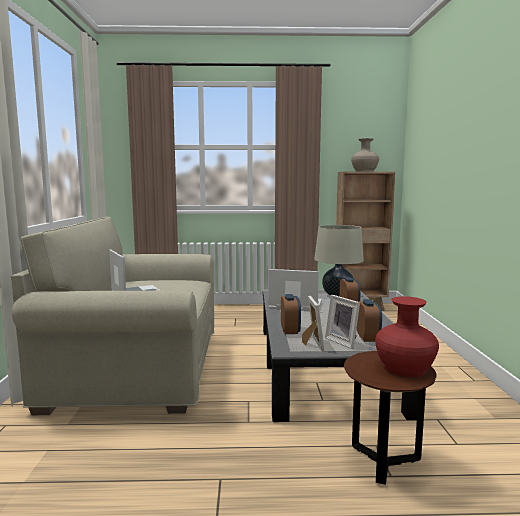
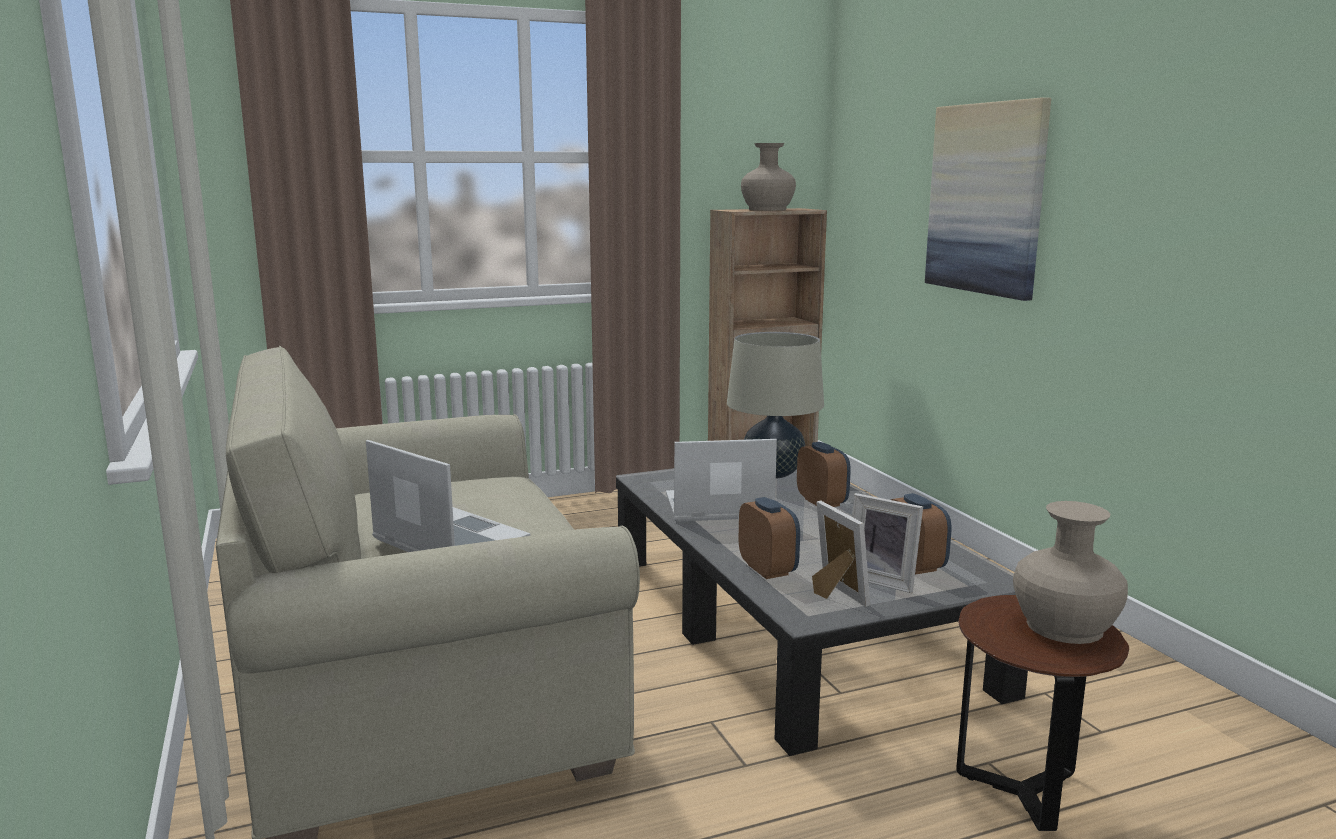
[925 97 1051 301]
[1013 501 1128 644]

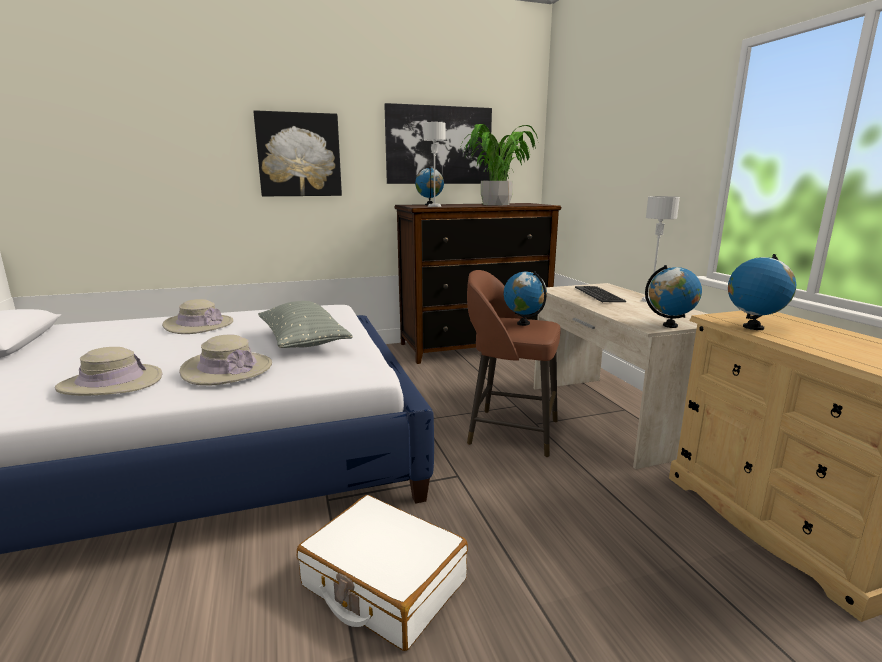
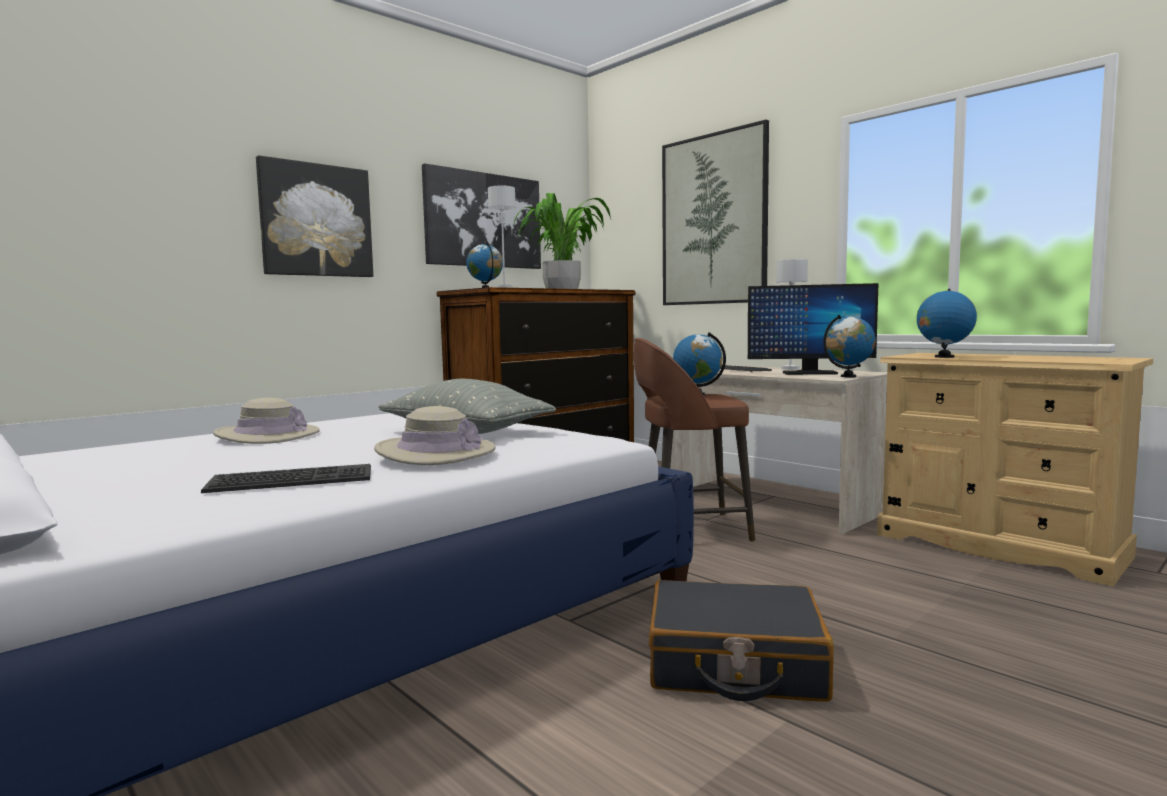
[662 120 769 305]
[748 283 879 375]
[201 464 371 493]
[649 580 834 702]

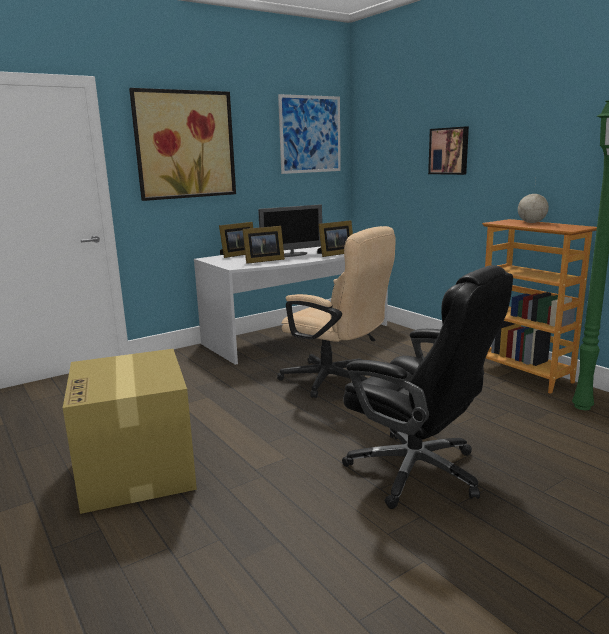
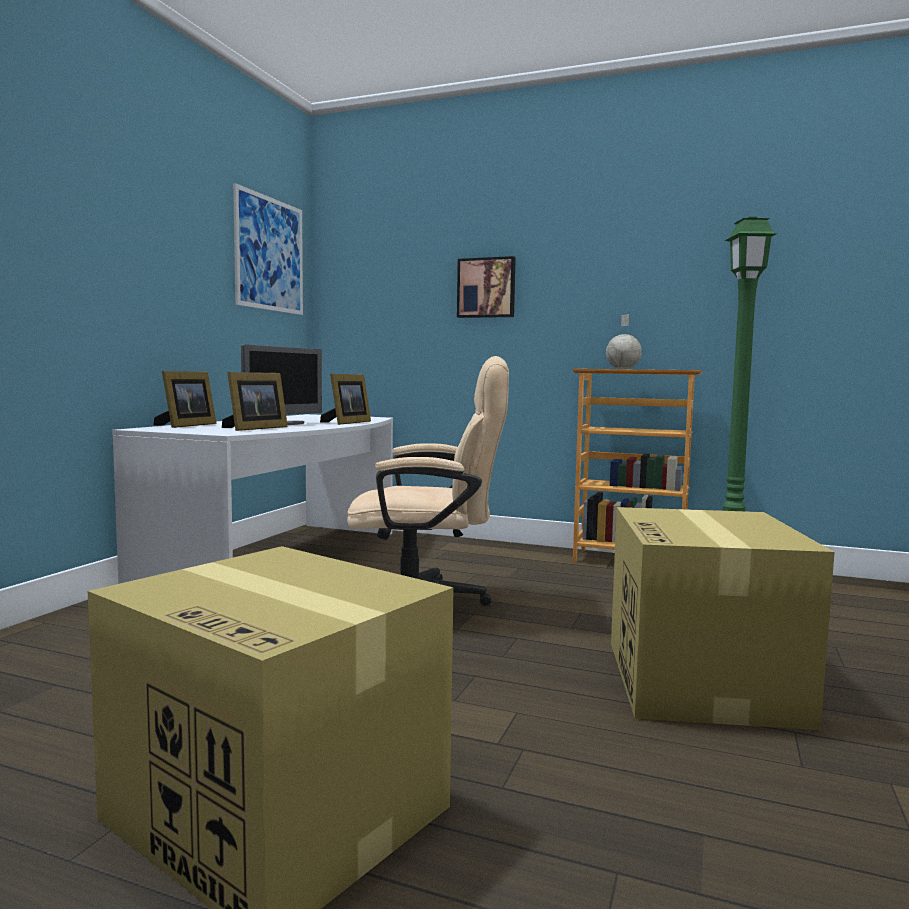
[129 88 236 201] (first image)
[611 507 835 730]

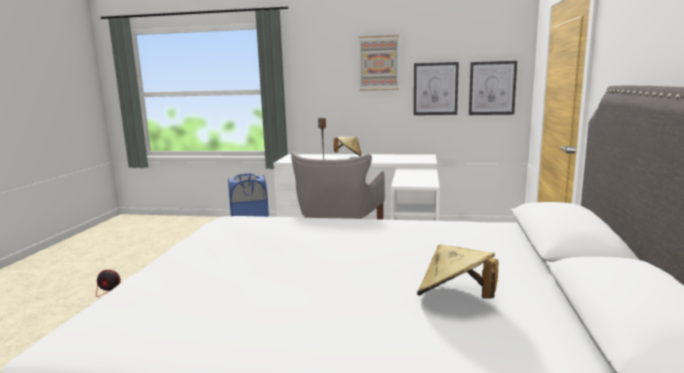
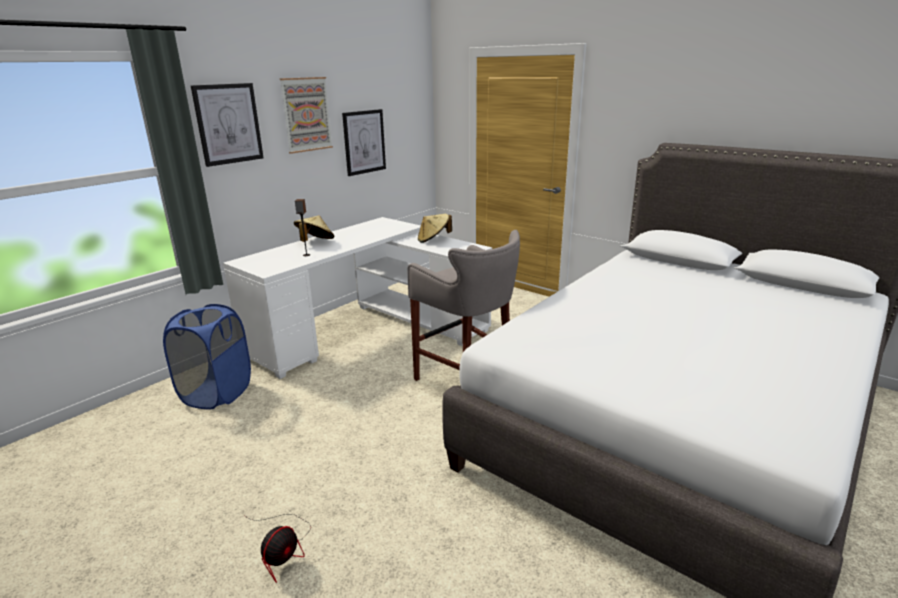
[418 214 452 243]
[191 83 264 167]

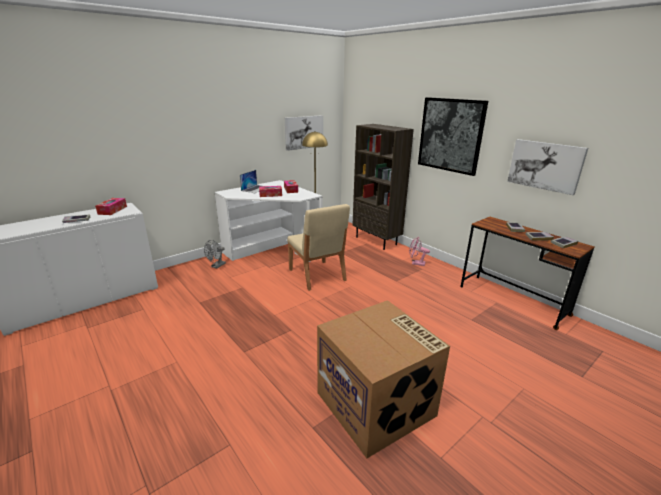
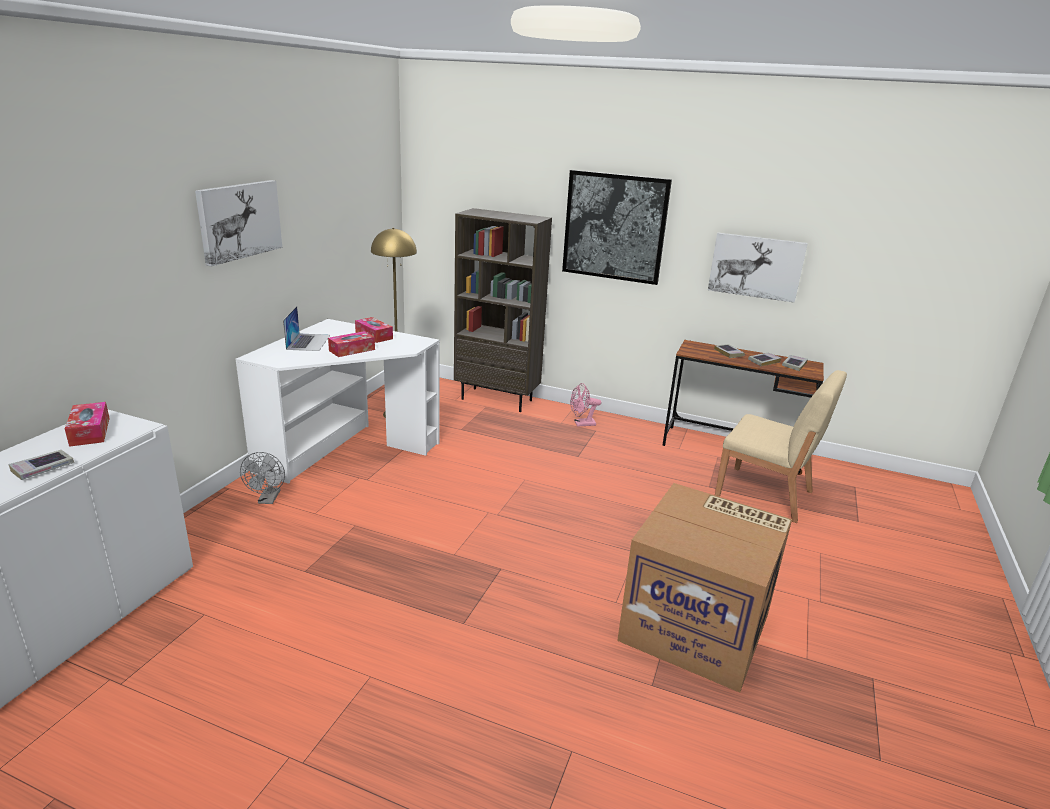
[195 180 282 266]
[715 370 847 523]

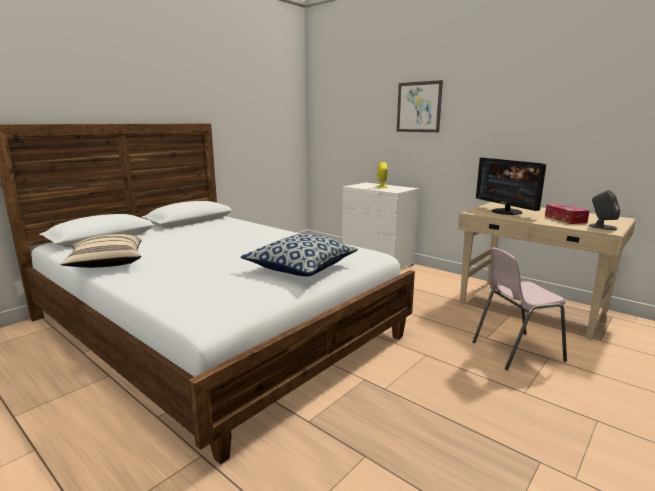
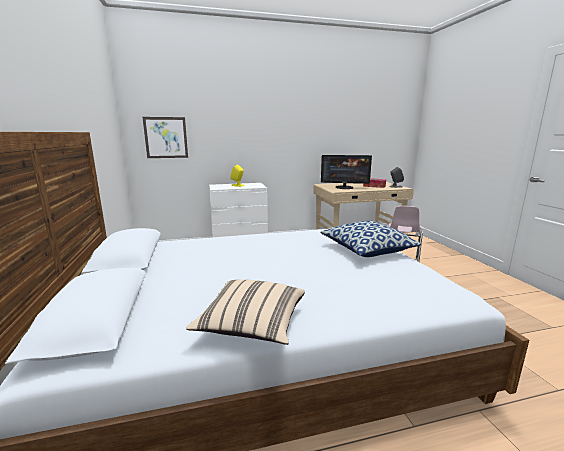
[143 117 188 158]

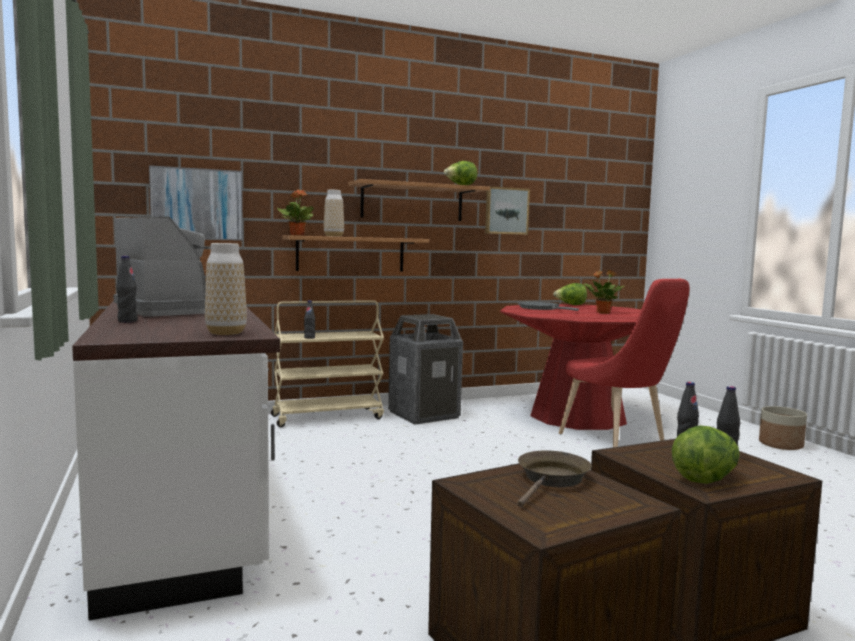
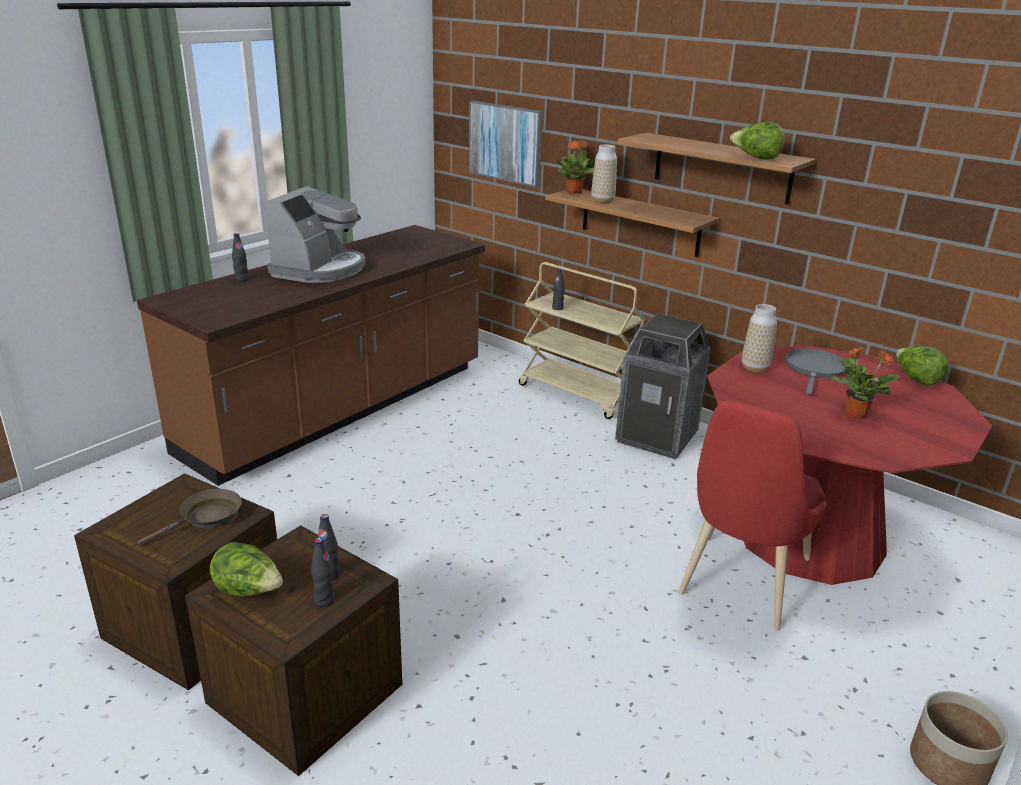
[485 187 530 235] (first image)
[742 304 777 373]
[137 225 485 486]
[137 489 242 545]

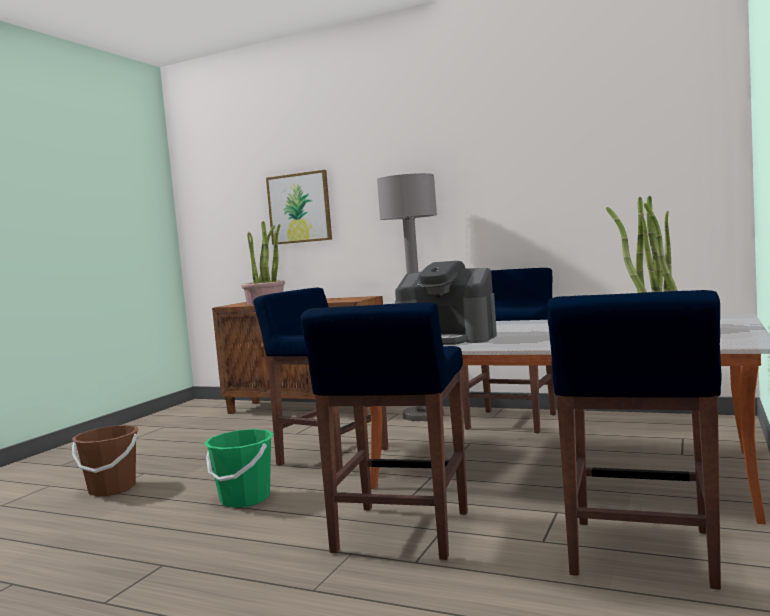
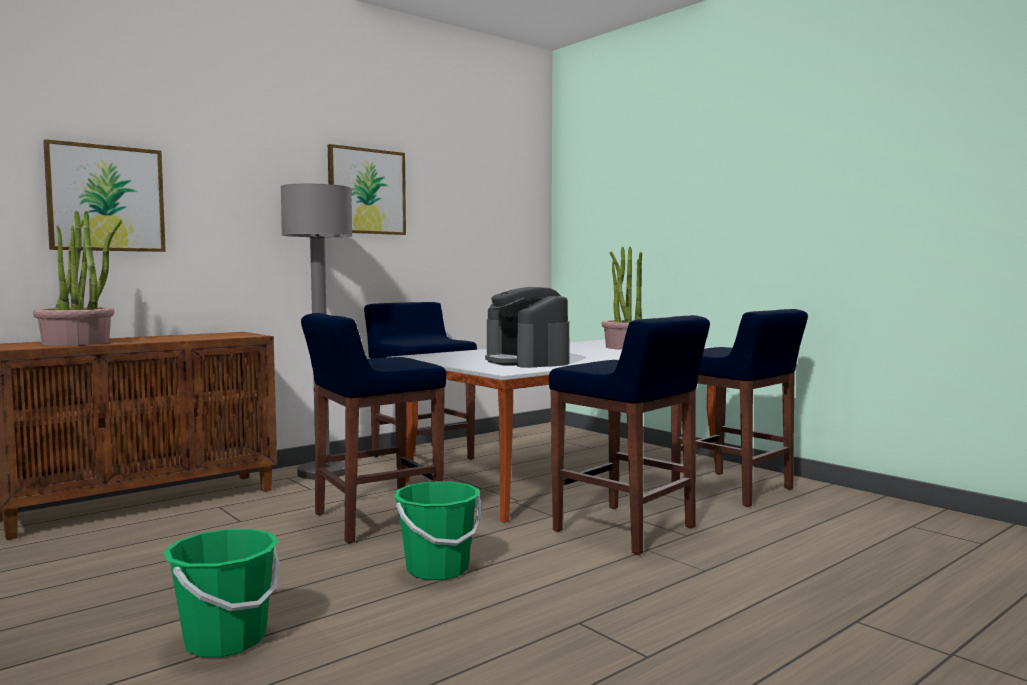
[328 144 406 235]
[164 529 279 657]
[485 287 570 368]

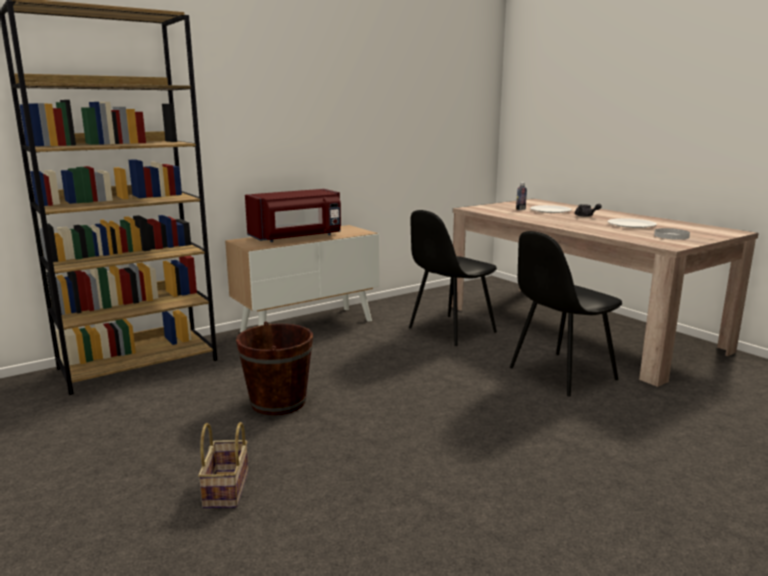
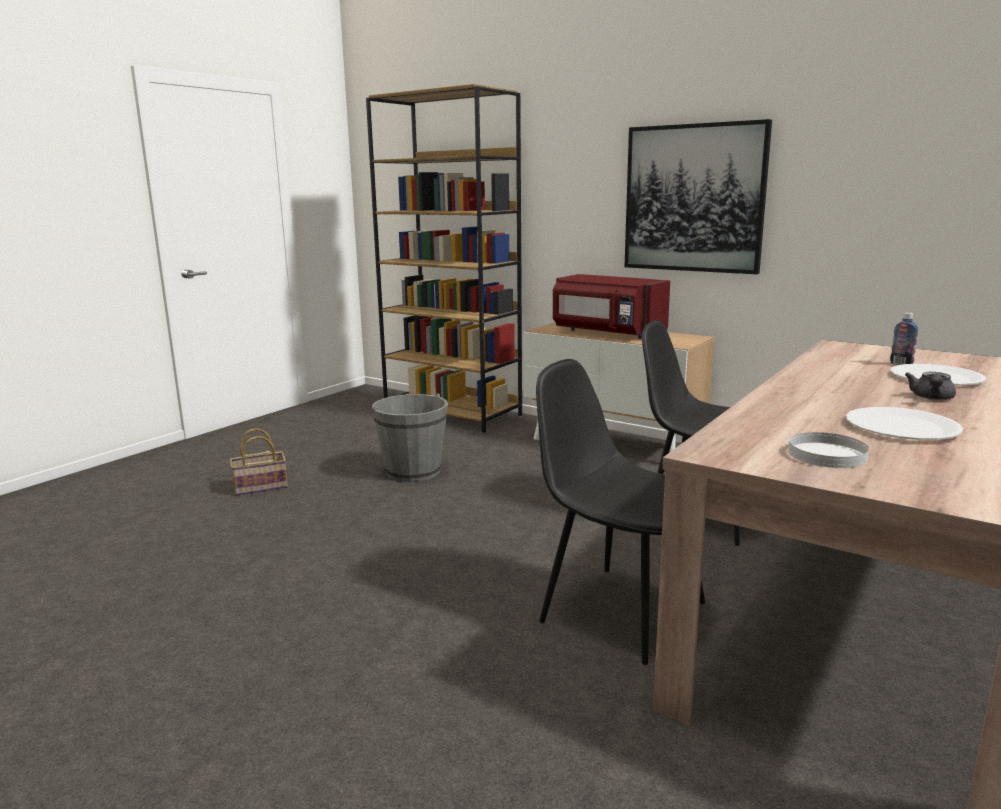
[624 119 772 274]
[372 393 448 482]

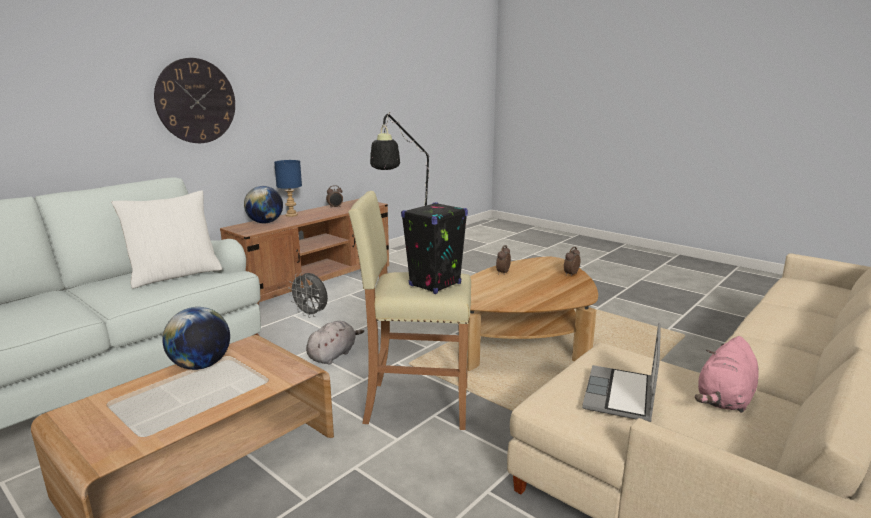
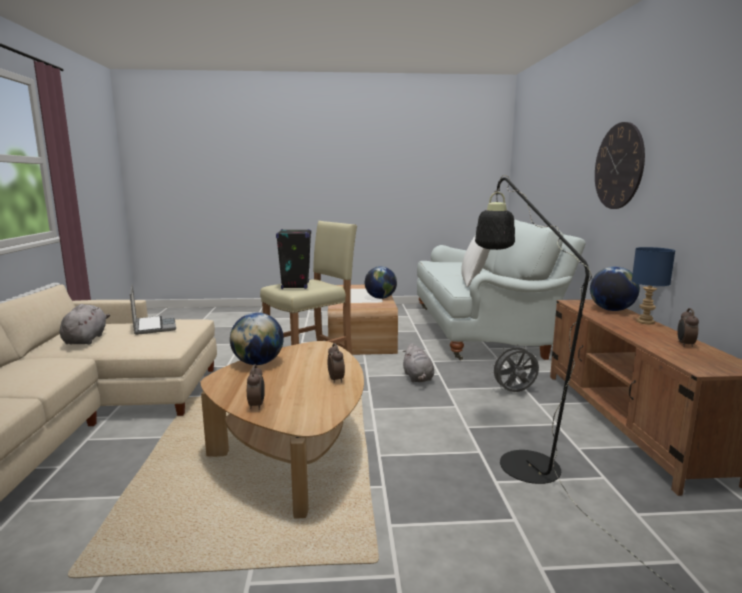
[230 312 284 365]
[60 304 110 344]

